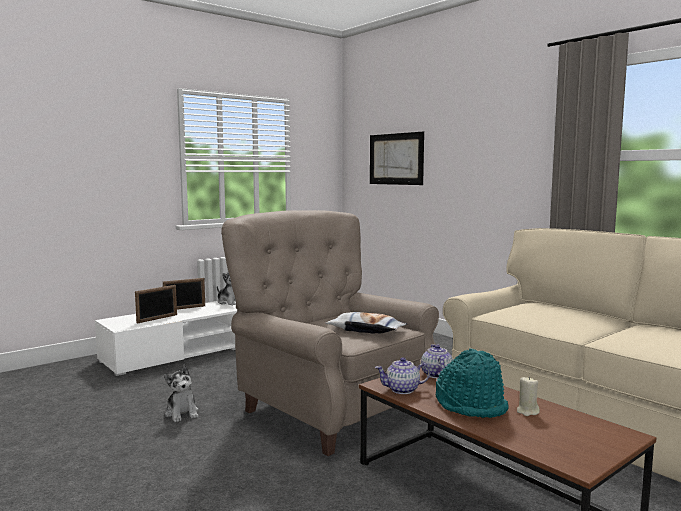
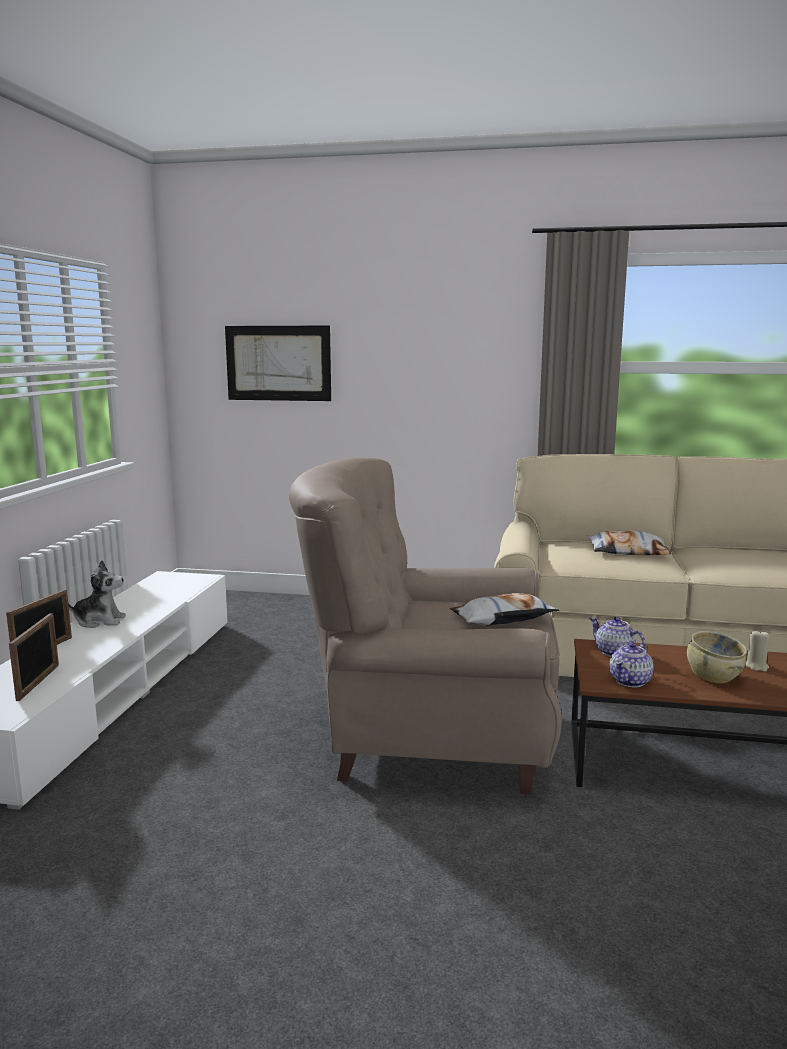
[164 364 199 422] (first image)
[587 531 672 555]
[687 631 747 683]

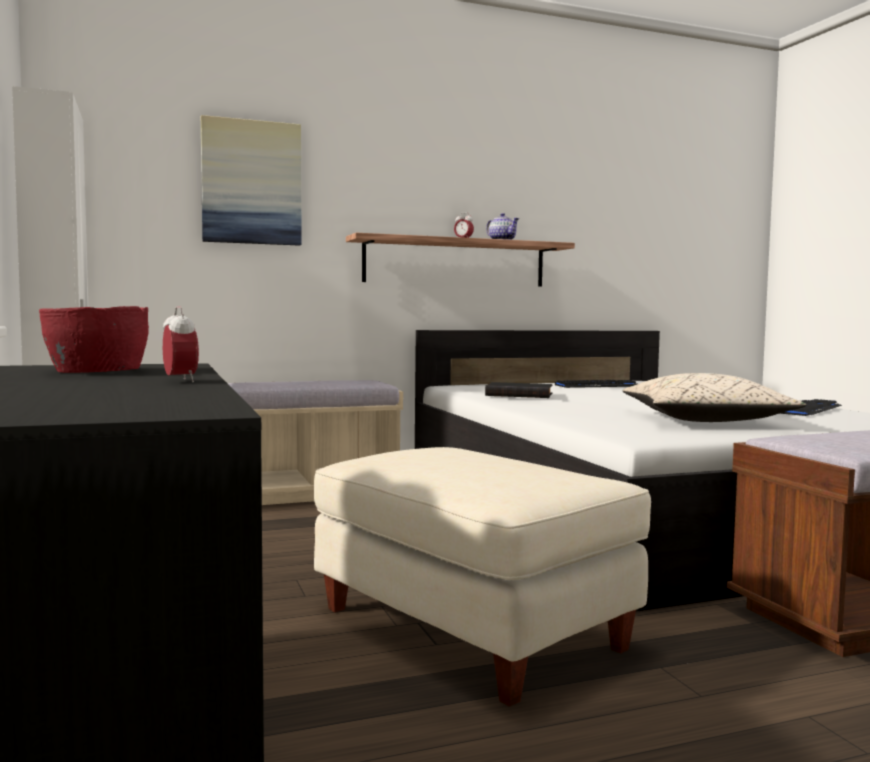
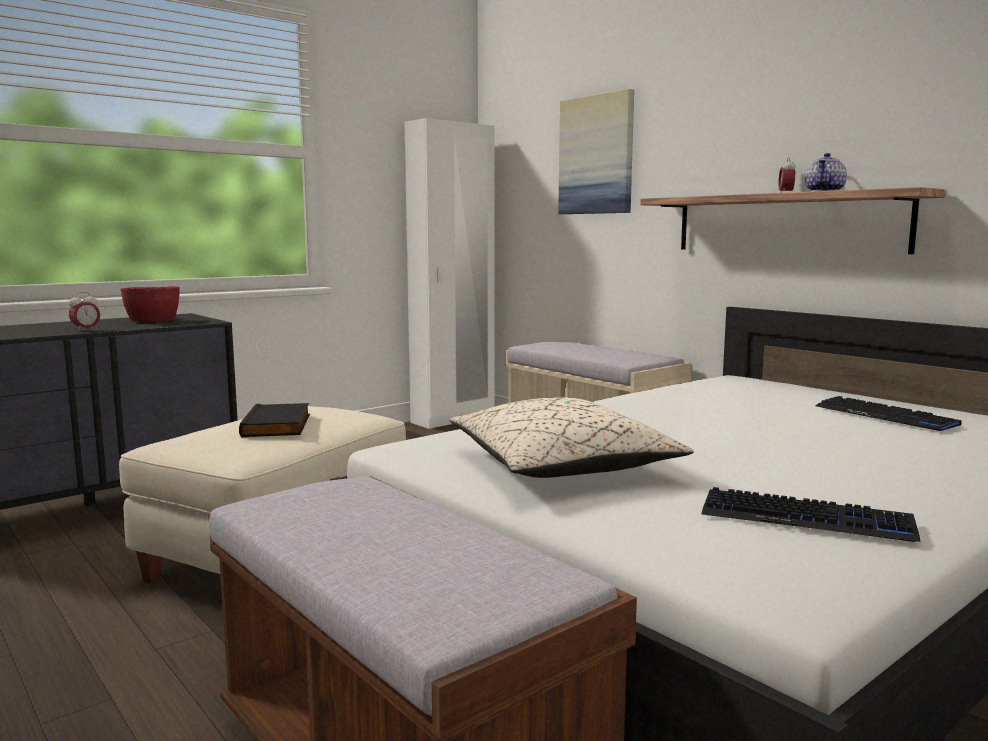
[239 403 310 437]

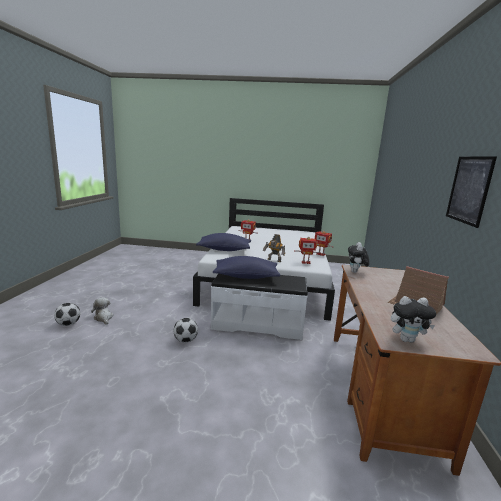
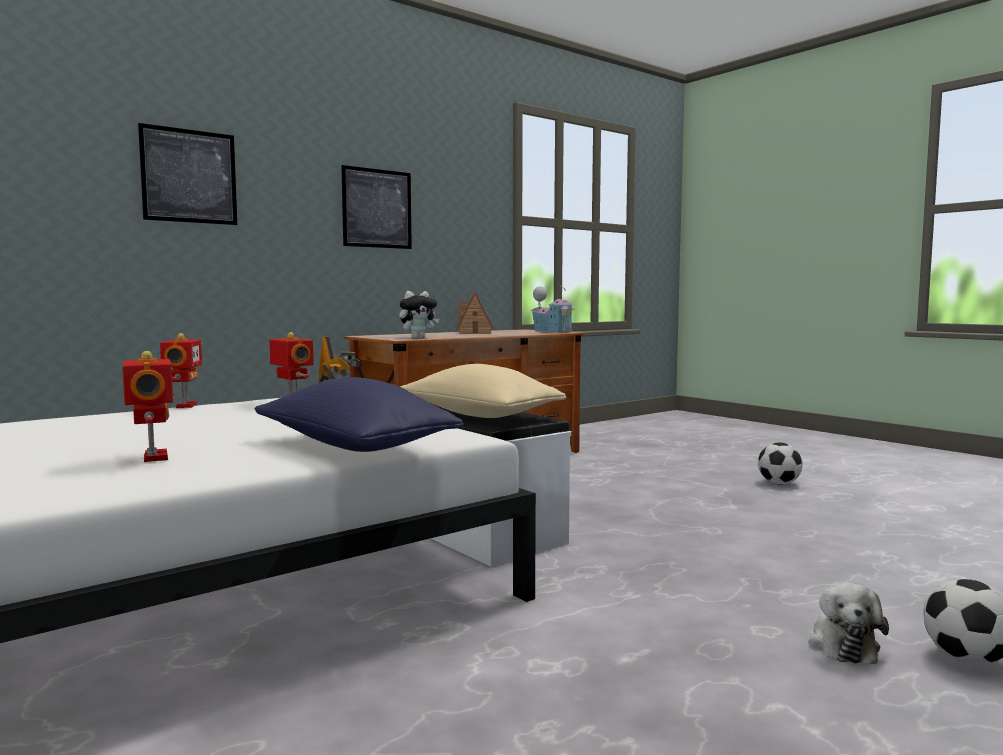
[138 123 237 225]
[758 442 803 484]
[530 284 575 333]
[400 364 566 418]

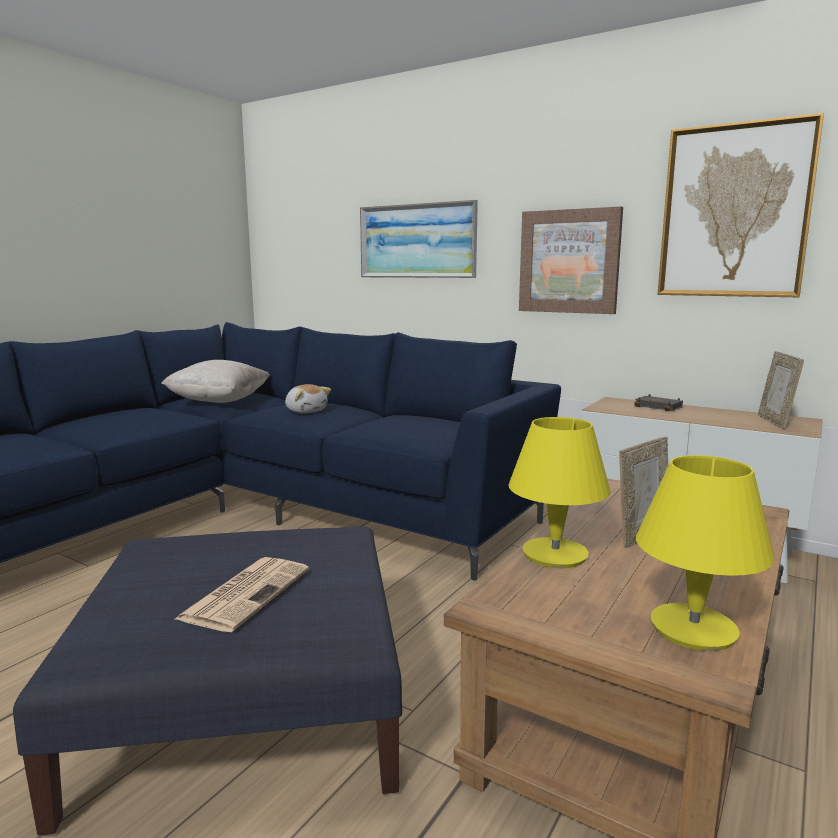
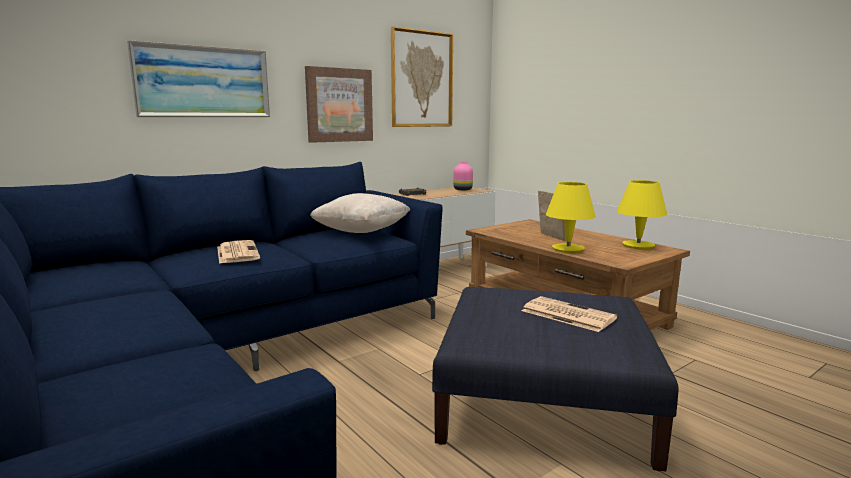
[310 193 410 233]
[217 240 260 264]
[453 162 473 190]

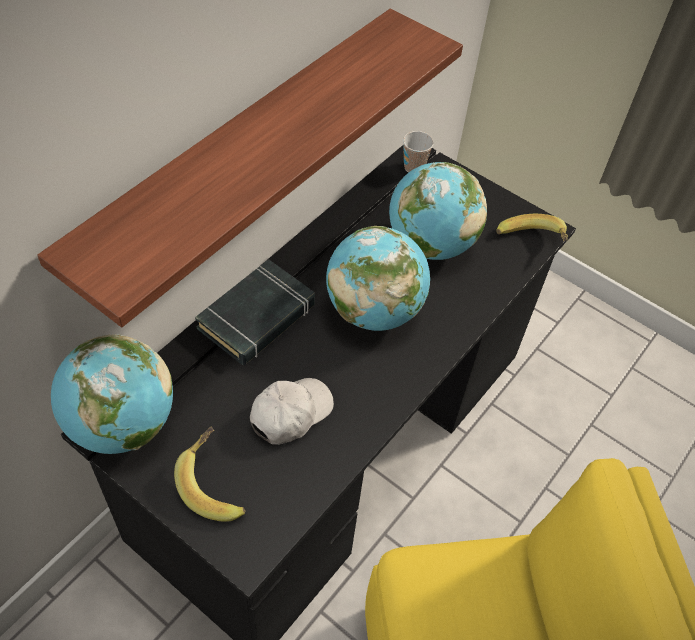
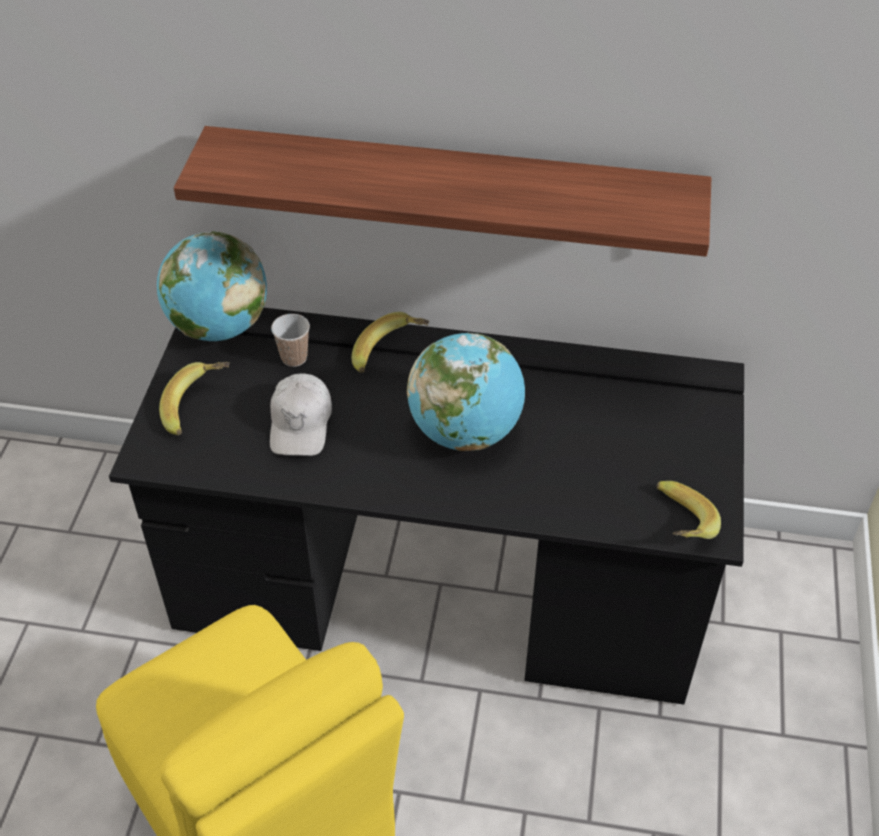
[389 162 487 260] (first image)
[271 314 310 367]
[352 312 429 373]
[270 373 332 456]

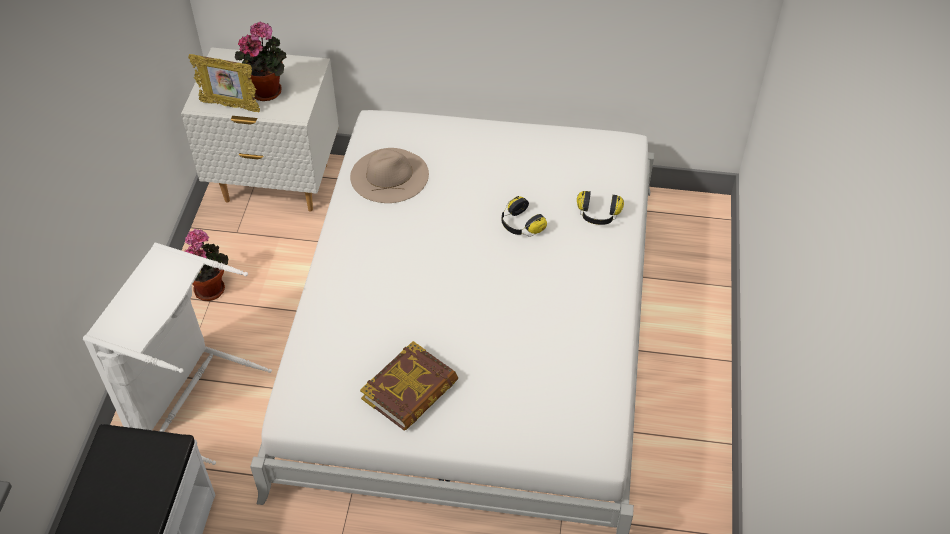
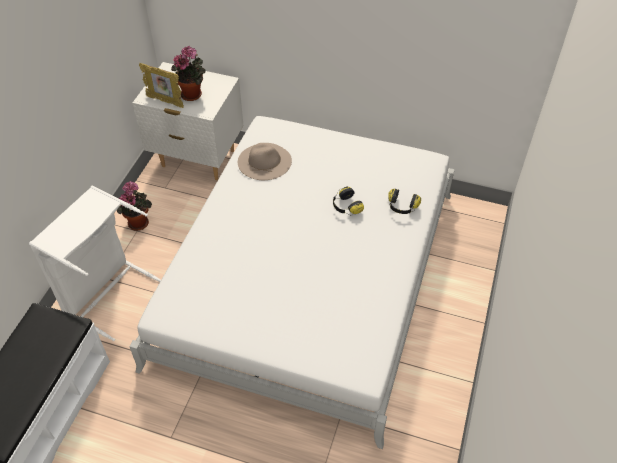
[360 341 458 431] (first image)

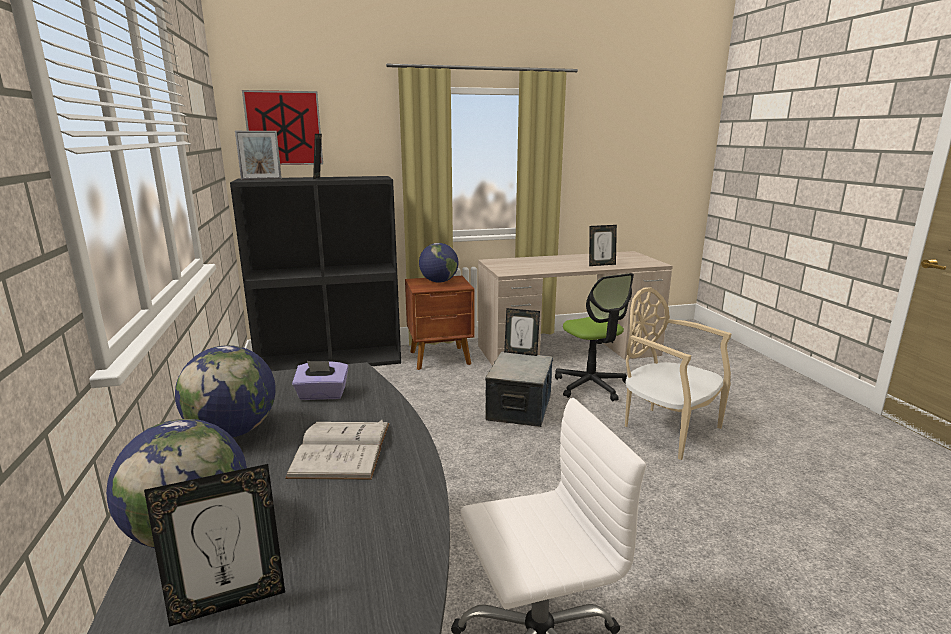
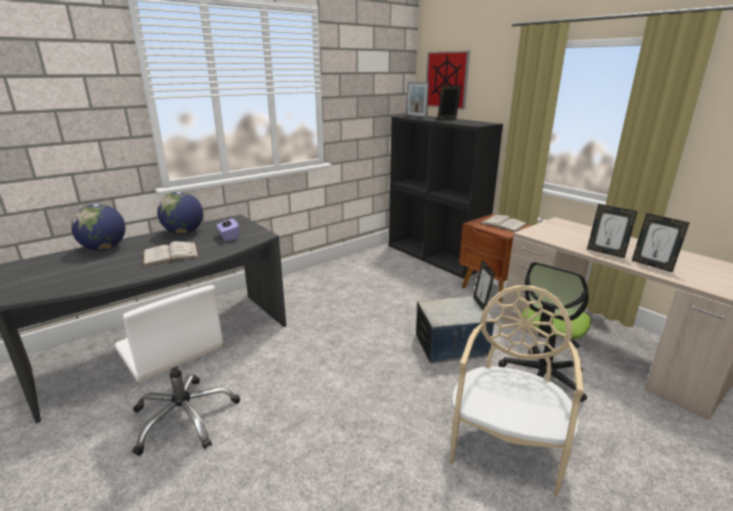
[587 204 638 258]
[479 214 528 232]

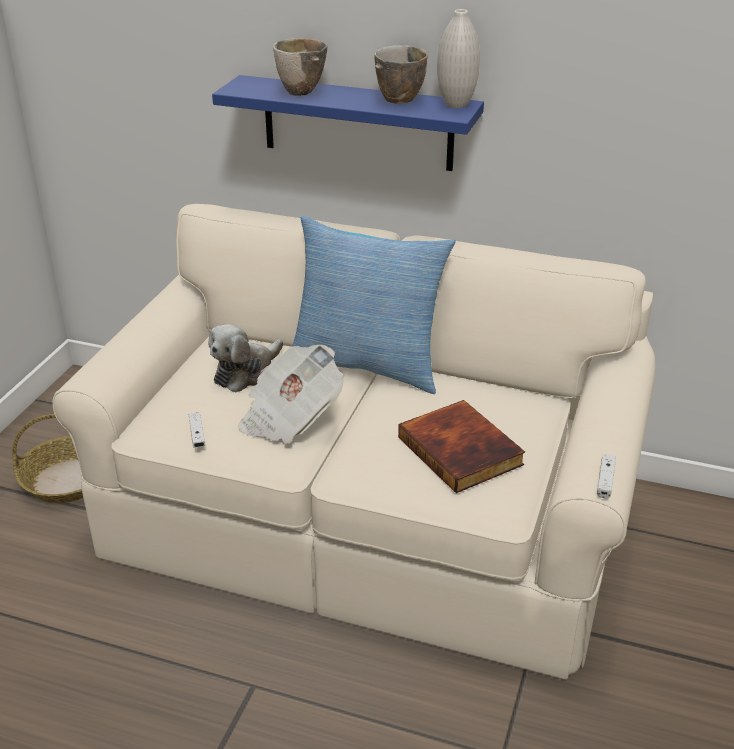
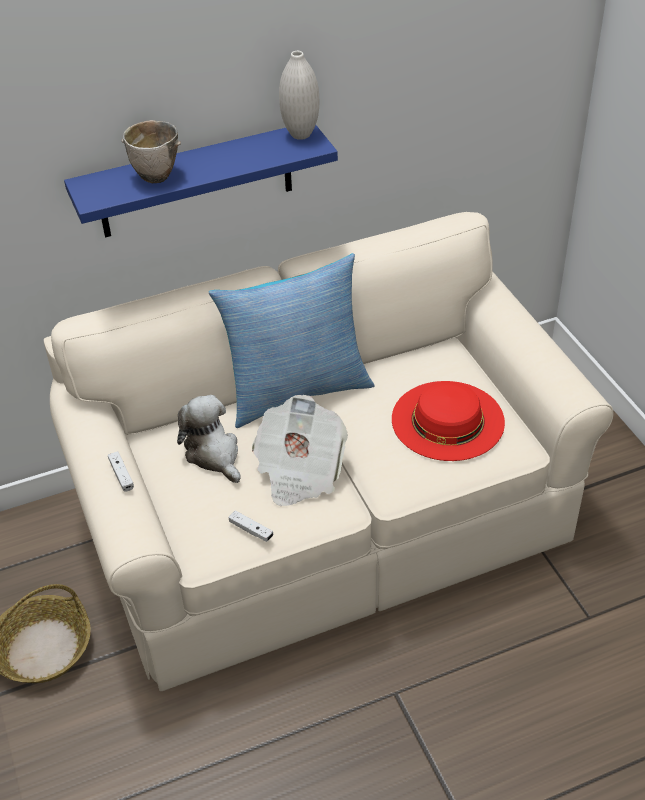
[375 45 428 104] (first image)
[108 451 134 492]
[392 381 505 461]
[177 395 240 483]

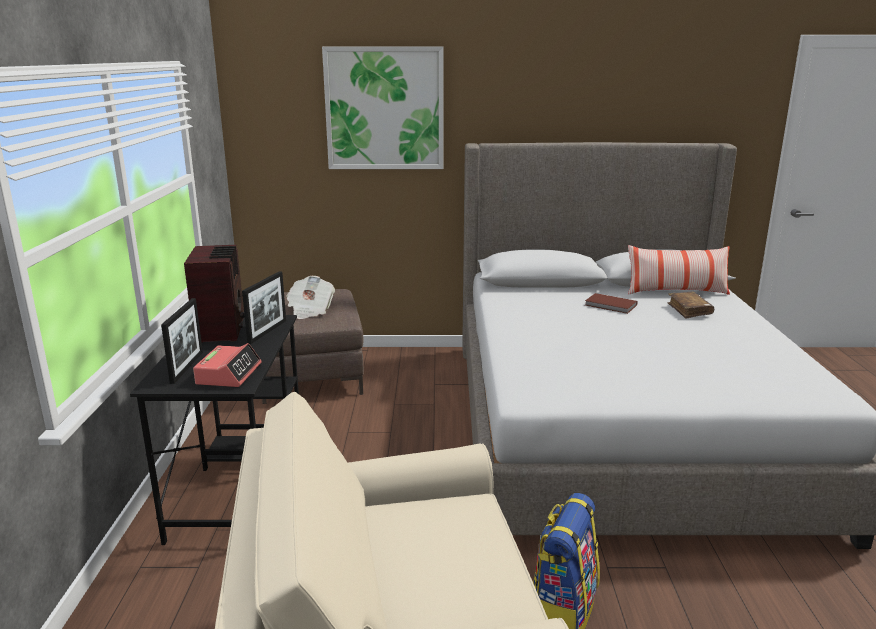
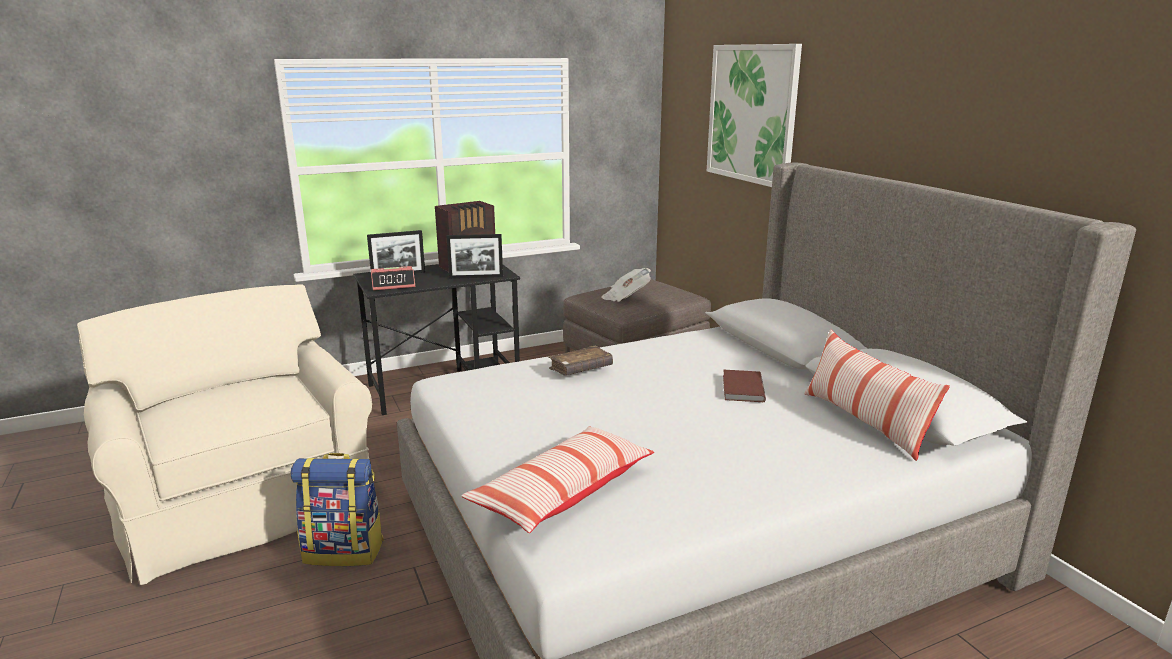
[461 427 654 533]
[548 346 613 376]

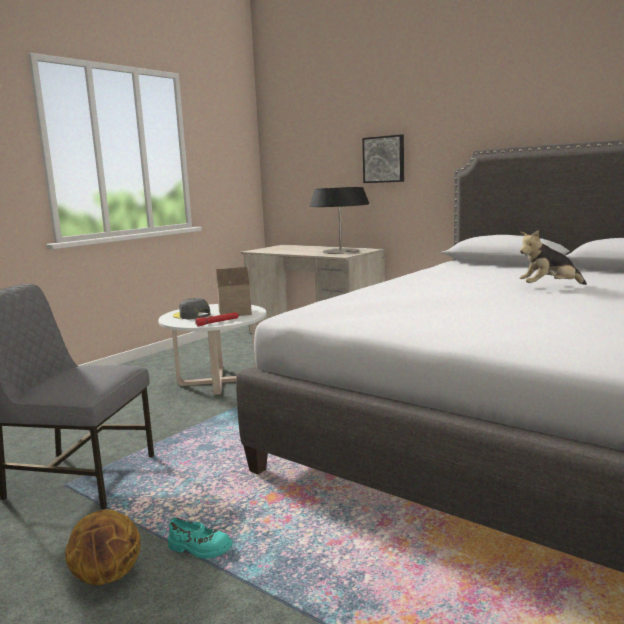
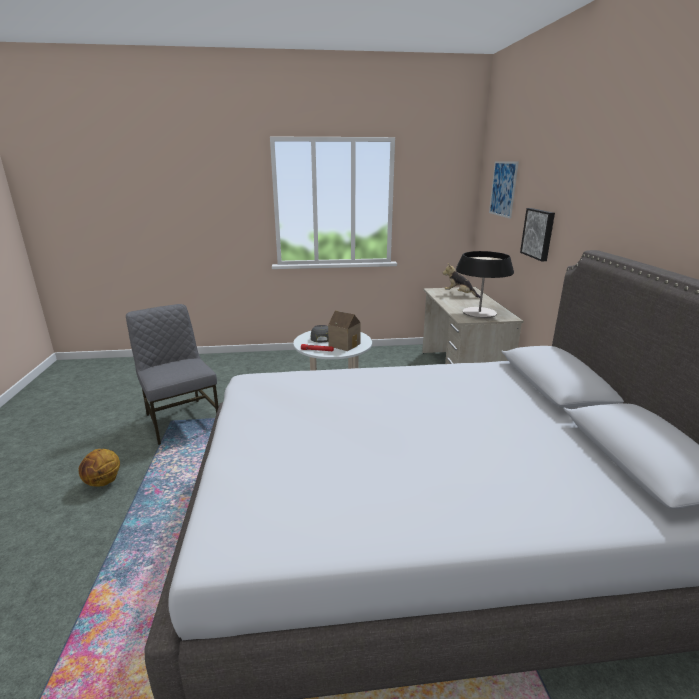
[168 517 233 559] (first image)
[489 161 519 219]
[443 264 480 298]

